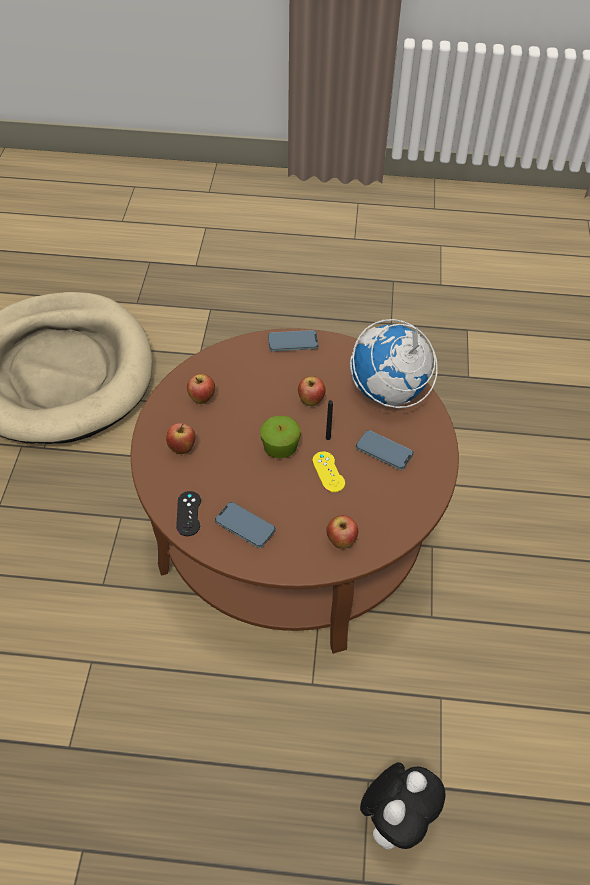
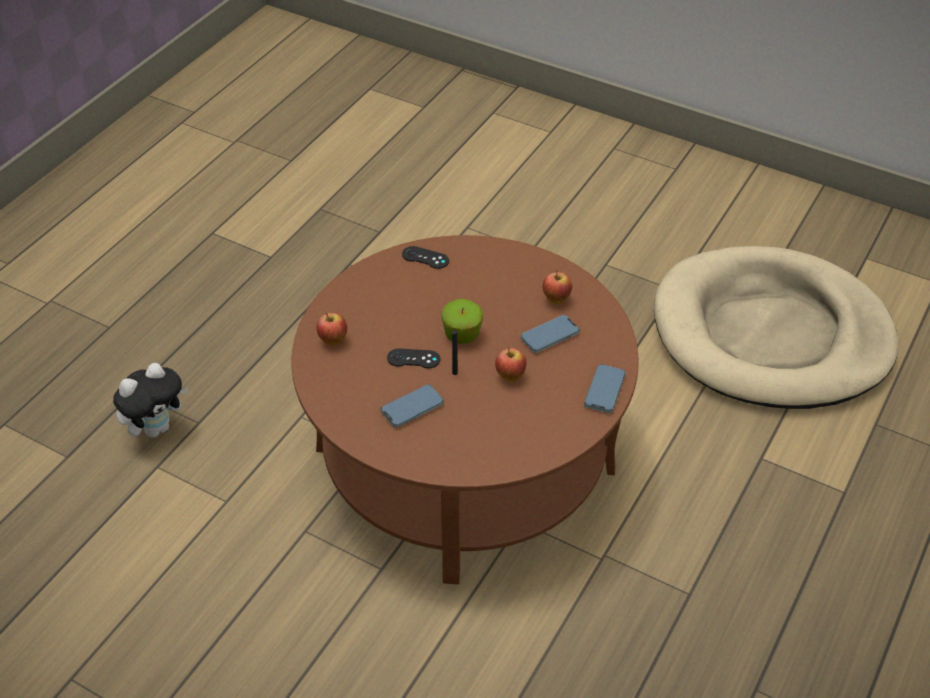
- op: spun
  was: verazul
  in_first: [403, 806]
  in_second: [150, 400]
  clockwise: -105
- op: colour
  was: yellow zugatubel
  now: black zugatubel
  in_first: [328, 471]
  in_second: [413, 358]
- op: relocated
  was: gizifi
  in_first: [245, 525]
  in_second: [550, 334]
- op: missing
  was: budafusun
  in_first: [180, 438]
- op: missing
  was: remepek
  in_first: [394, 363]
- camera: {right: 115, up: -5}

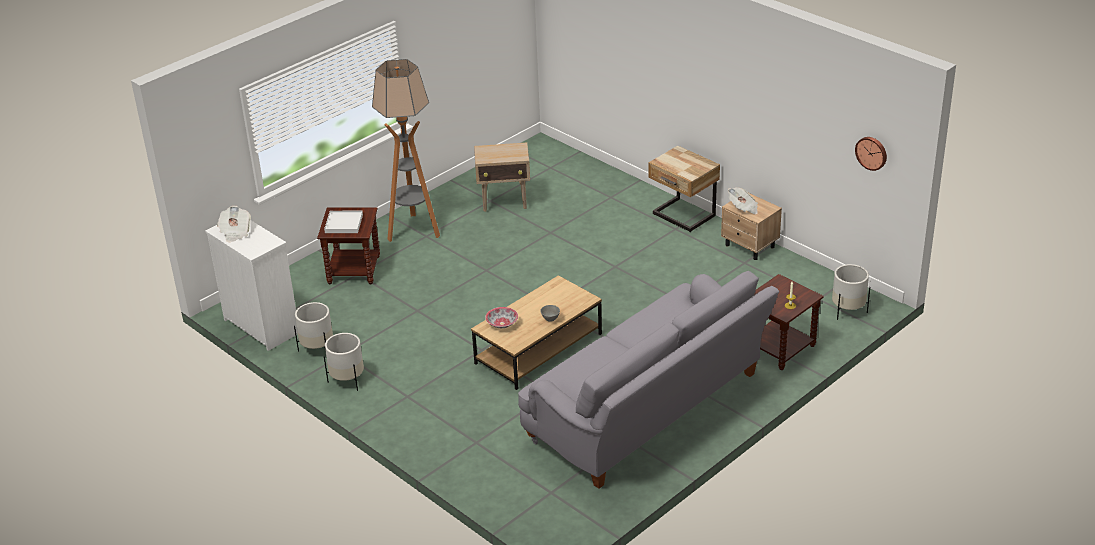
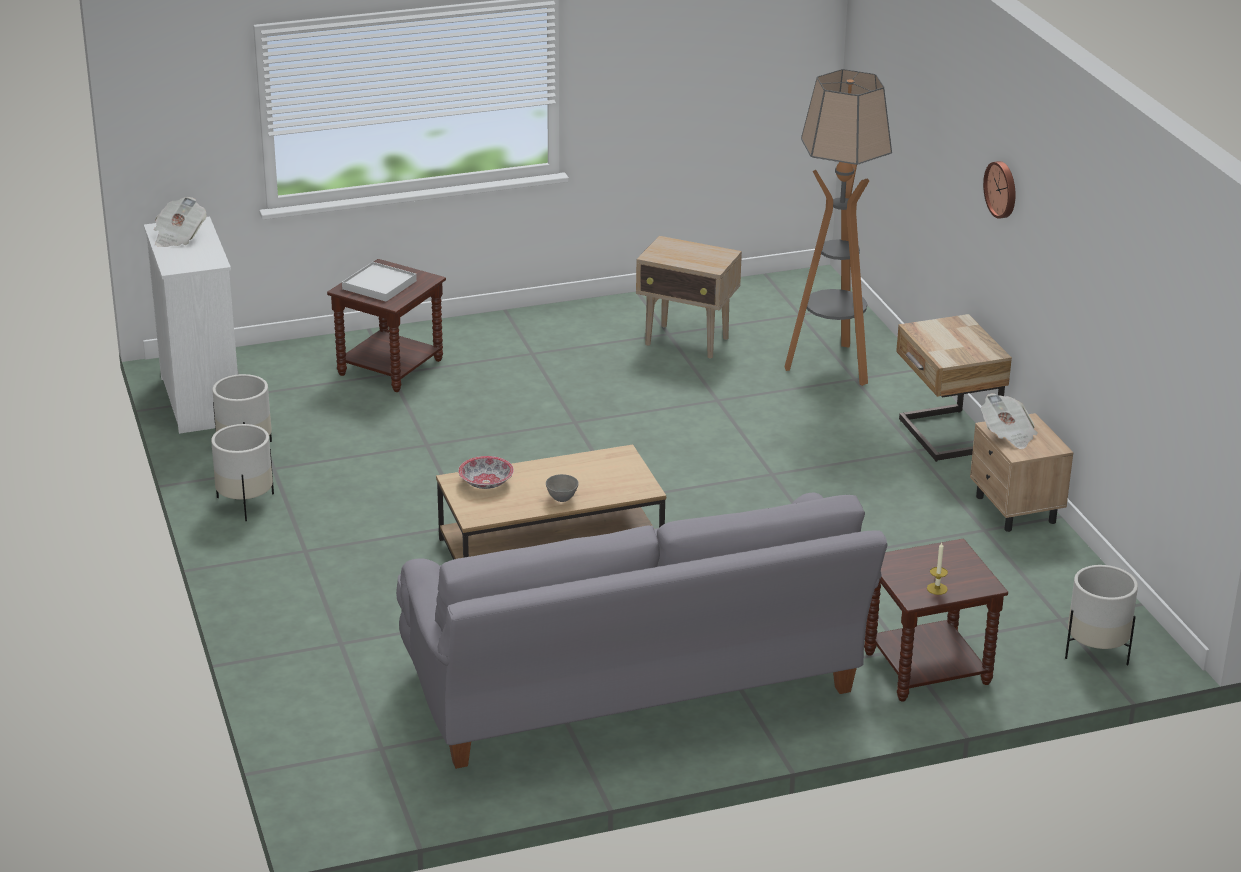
- op: relocated
  was: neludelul
  in_first: [406, 150]
  in_second: [838, 227]
- op: relocated
  was: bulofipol
  in_first: [871, 154]
  in_second: [999, 190]
- camera: {right: 25, up: -5}

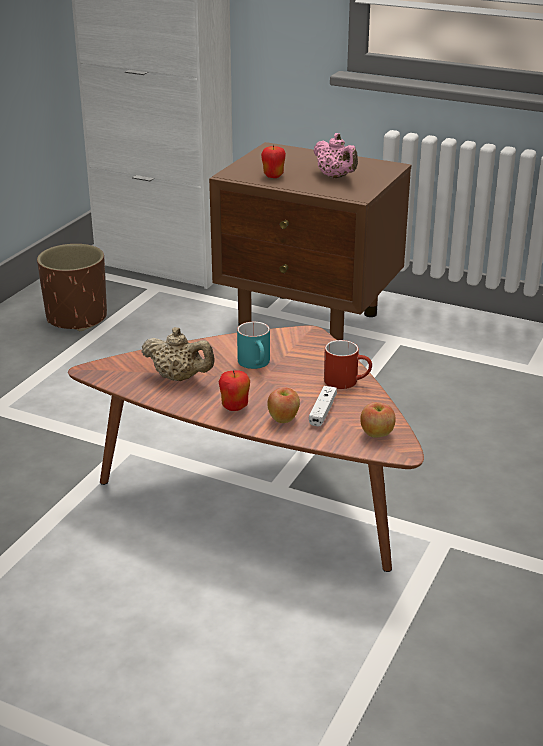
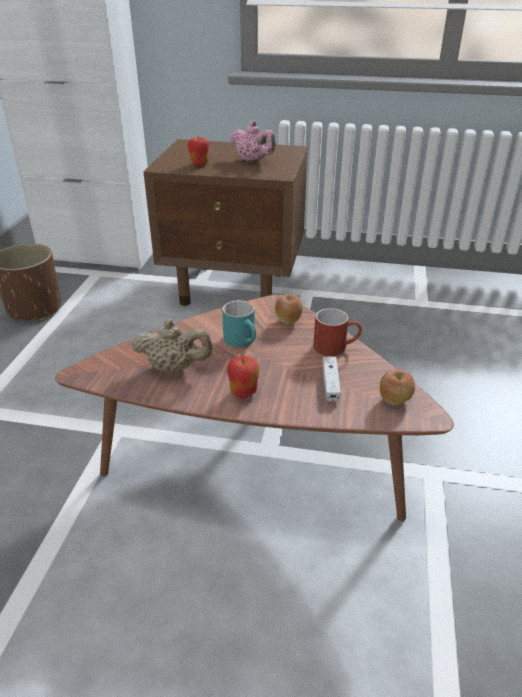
- op: relocated
  was: budafusun
  in_first: [283, 405]
  in_second: [289, 309]
- camera: {right: -15, up: 5}

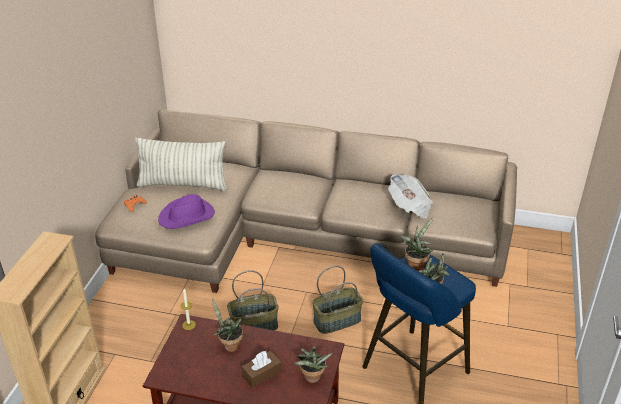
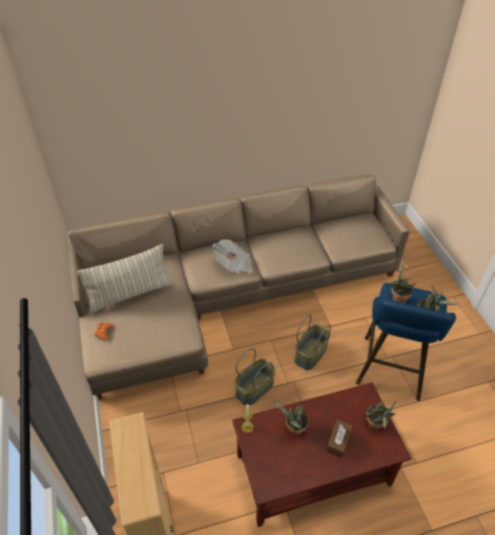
- op: relocated
  was: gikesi
  in_first: [410, 196]
  in_second: [232, 256]
- op: missing
  was: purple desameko
  in_first: [186, 211]
- camera: {right: -30, up: 10}

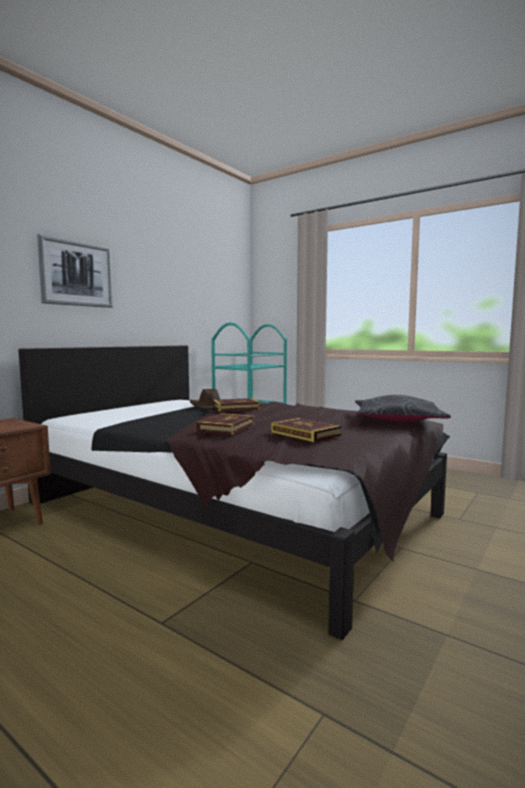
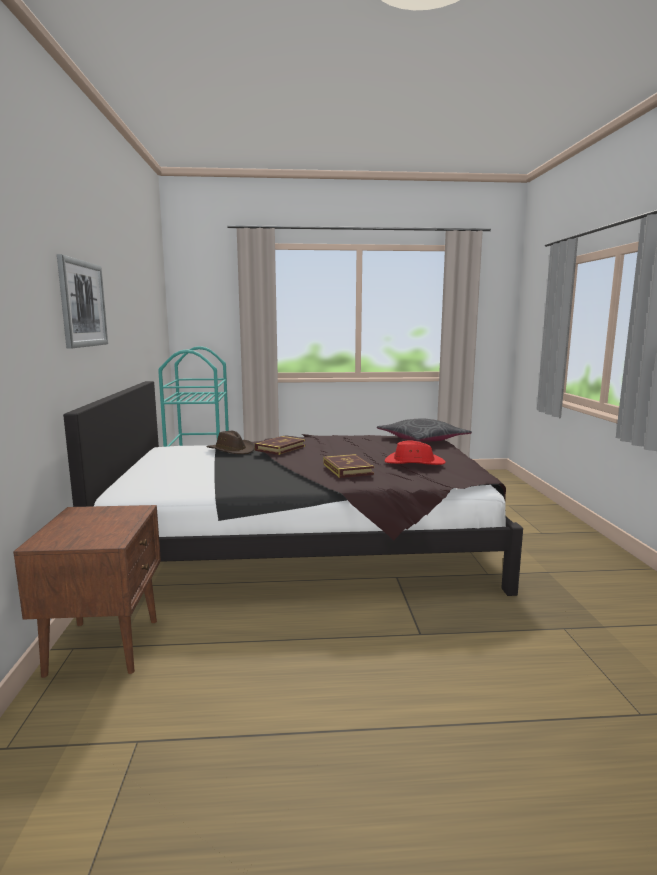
- op: exchanged
  was: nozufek
  now: red desameko
  in_first: [306, 430]
  in_second: [415, 453]
- camera: {right: -40, up: 5}

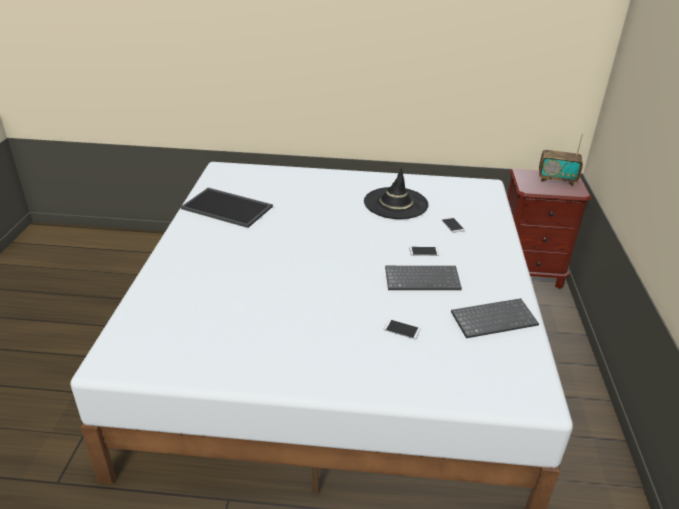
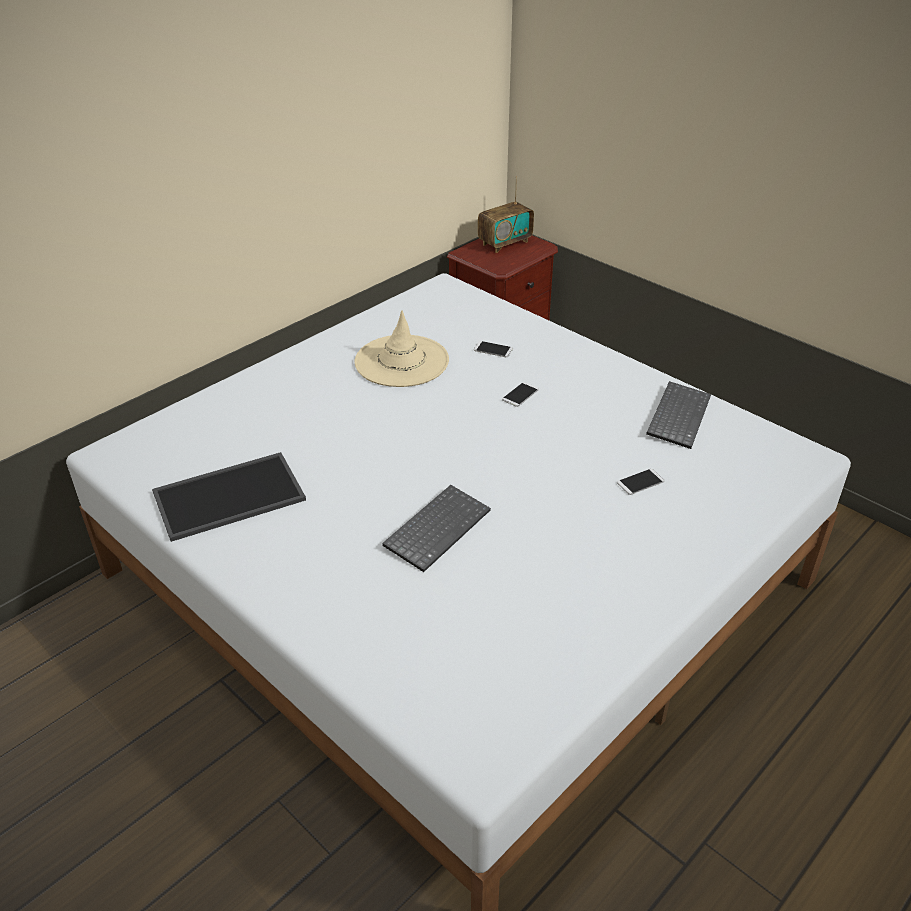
- op: colour
  was: black desameko
  now: beige desameko
  in_first: [396, 193]
  in_second: [401, 348]
- op: relocated
  was: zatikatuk
  in_first: [423, 278]
  in_second: [436, 528]
- camera: {right: -50, up: 5}

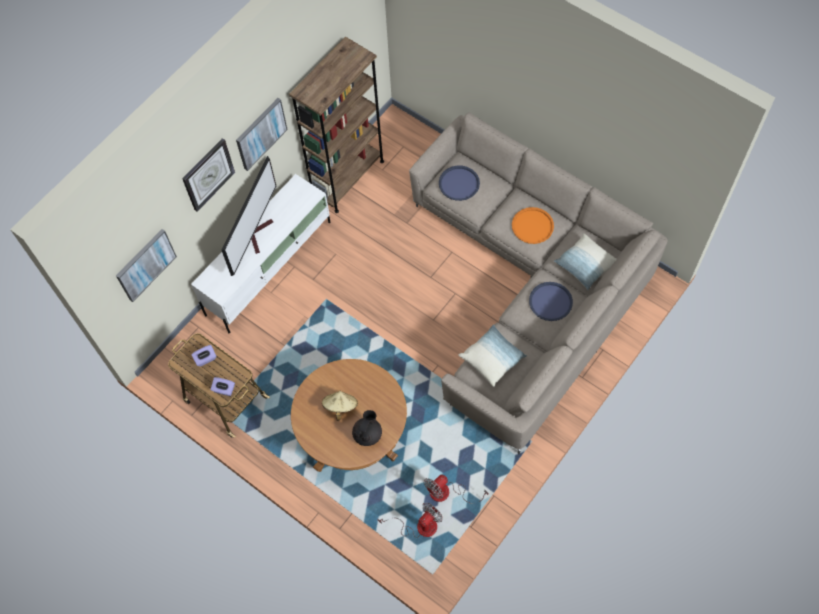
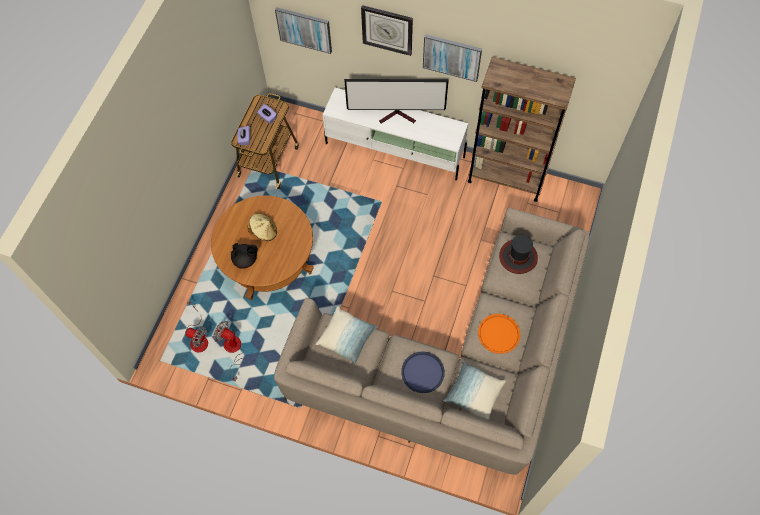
- op: exchanged
  was: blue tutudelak
  now: desameko
  in_first: [459, 183]
  in_second: [518, 254]
- camera: {right: 70, up: 0}

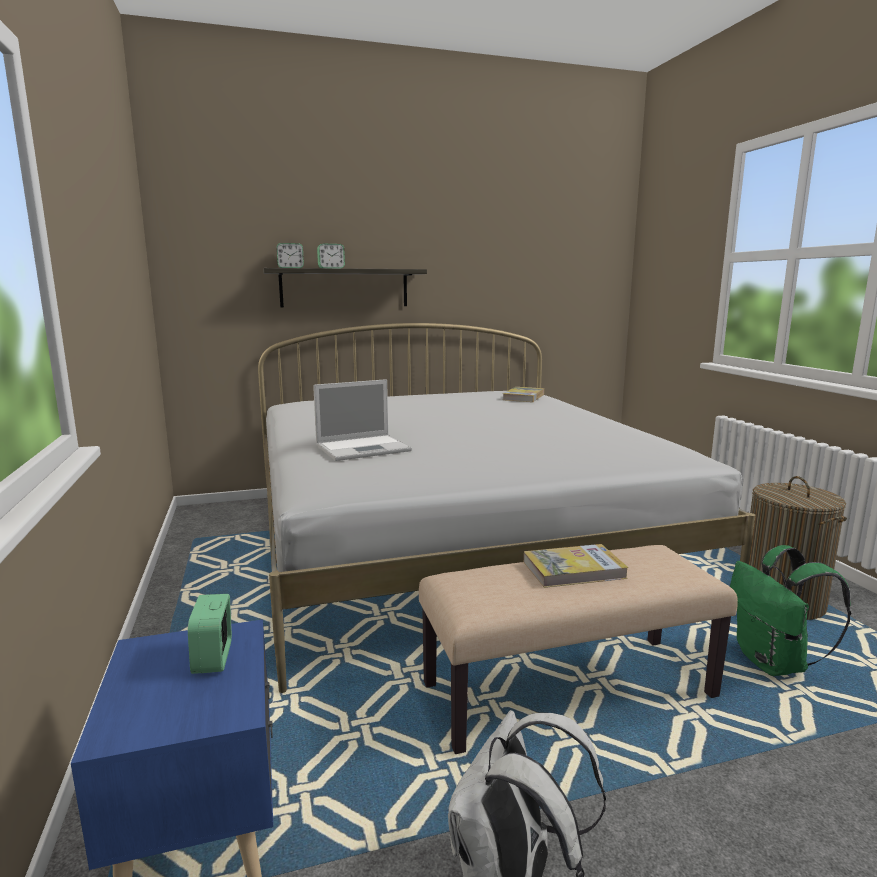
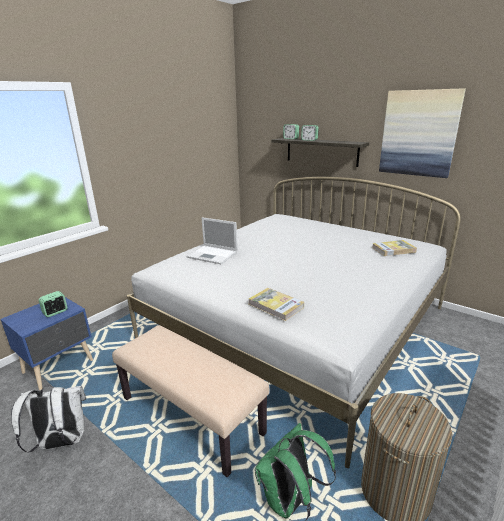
- op: relocated
  was: nozufek
  in_first: [576, 566]
  in_second: [276, 304]
- op: appeared
  now: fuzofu
  in_second: [422, 133]
- camera: {right: 55, up: 10}

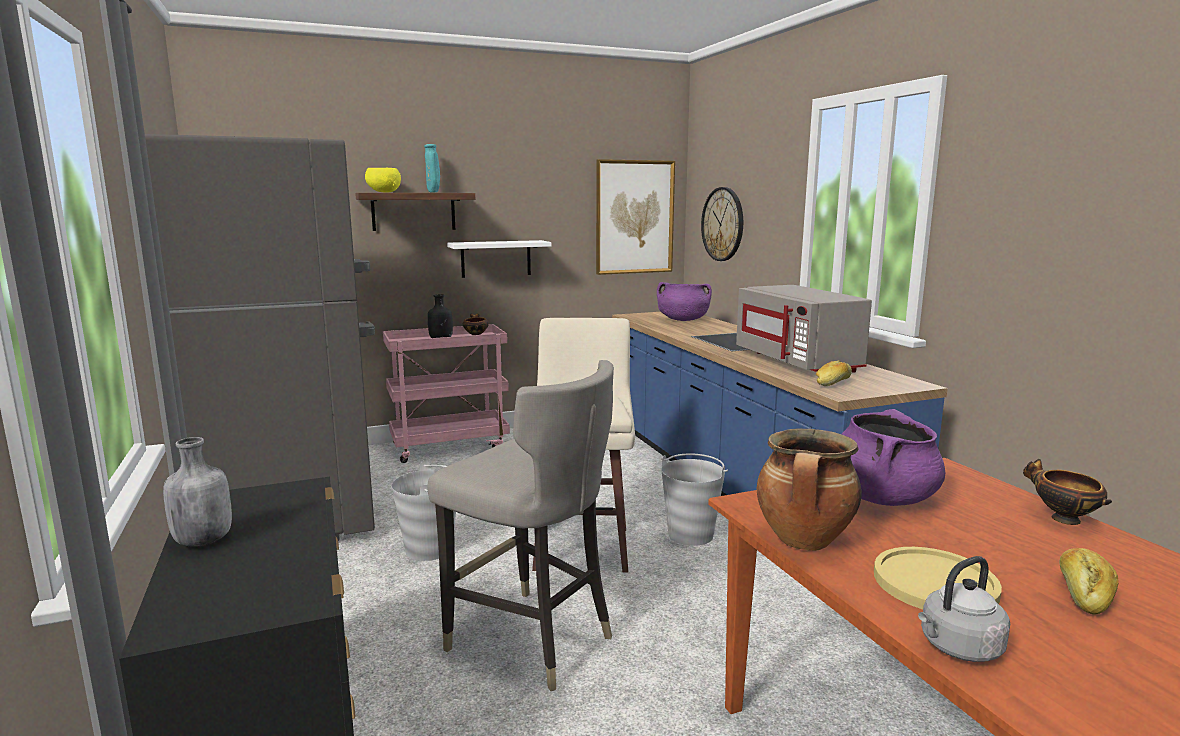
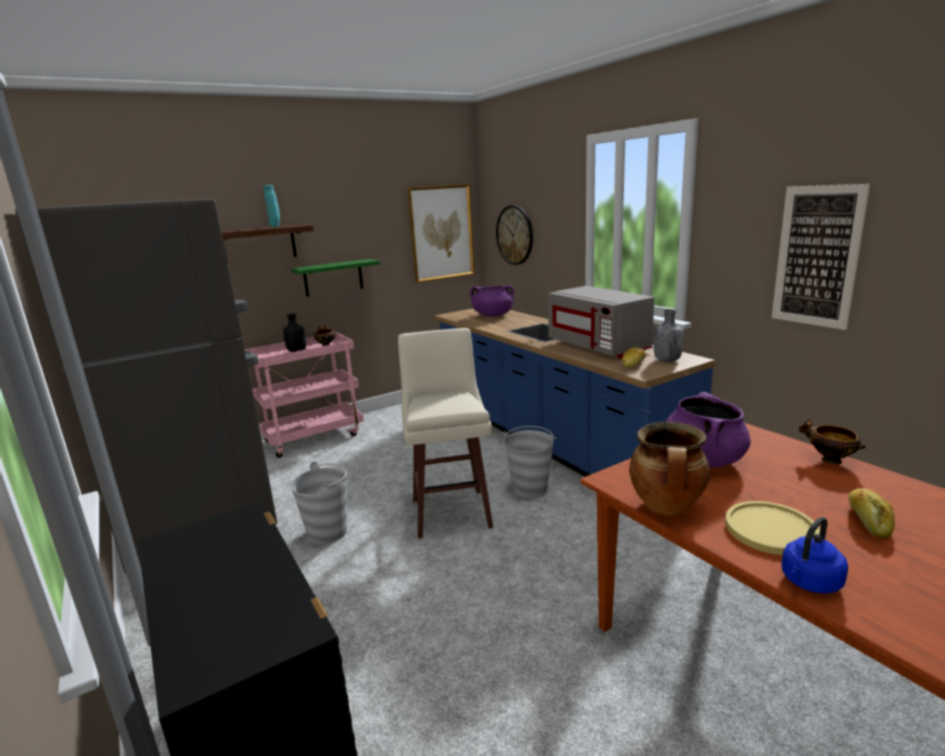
- op: colour
  was: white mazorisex
  now: green mazorisex
  in_first: [499, 259]
  in_second: [335, 278]
- op: relocated
  was: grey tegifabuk
  in_first: [197, 492]
  in_second: [668, 335]
- op: appeared
  now: fuzofu
  in_second: [821, 257]
- op: colour
  was: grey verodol
  now: blue verodol
  in_first: [964, 609]
  in_second: [814, 555]
- op: missing
  was: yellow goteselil
  in_first: [383, 180]
- op: missing
  was: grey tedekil
  in_first: [520, 525]
- camera: {right: -10, up: 5}

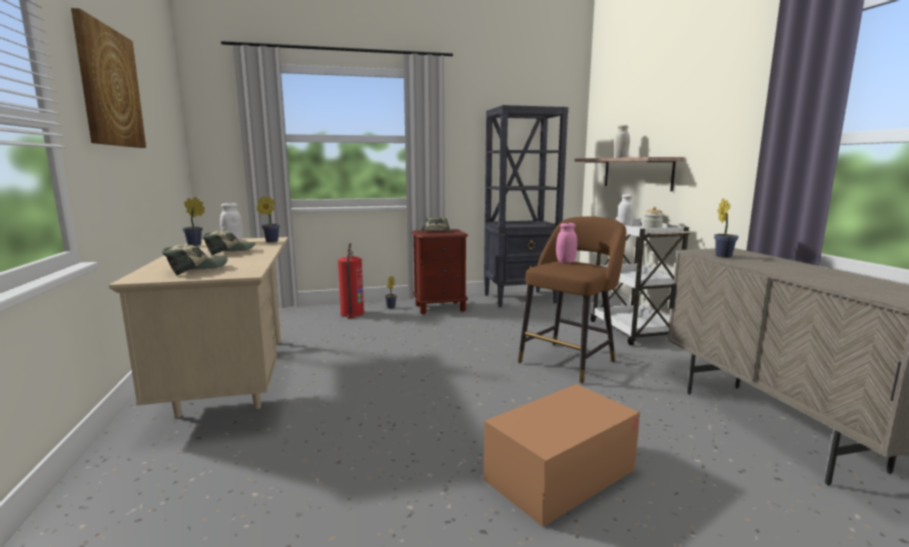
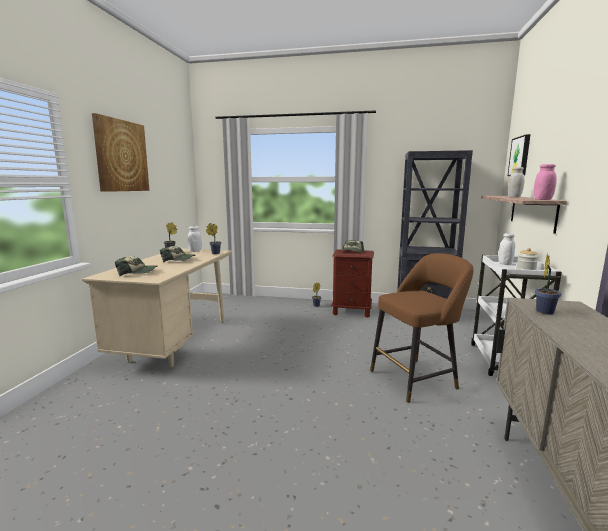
- op: appeared
  now: fuzofu
  in_second: [519, 155]
- op: relocated
  was: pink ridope
  in_first: [566, 243]
  in_second: [545, 182]
- op: missing
  was: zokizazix
  in_first: [351, 280]
- op: missing
  was: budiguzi
  in_first: [561, 455]
- camera: {right: 25, up: 0}

